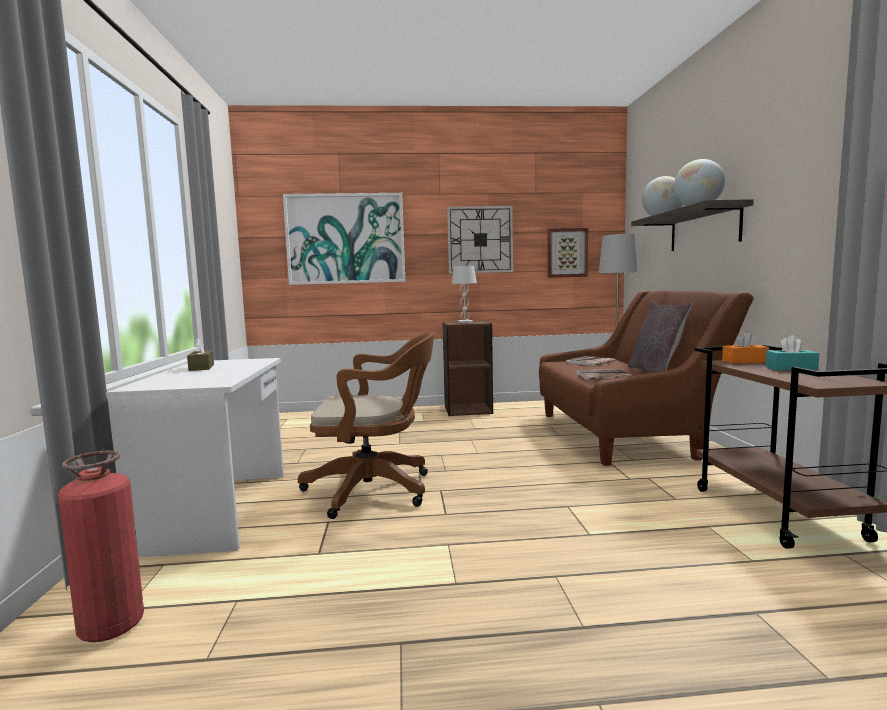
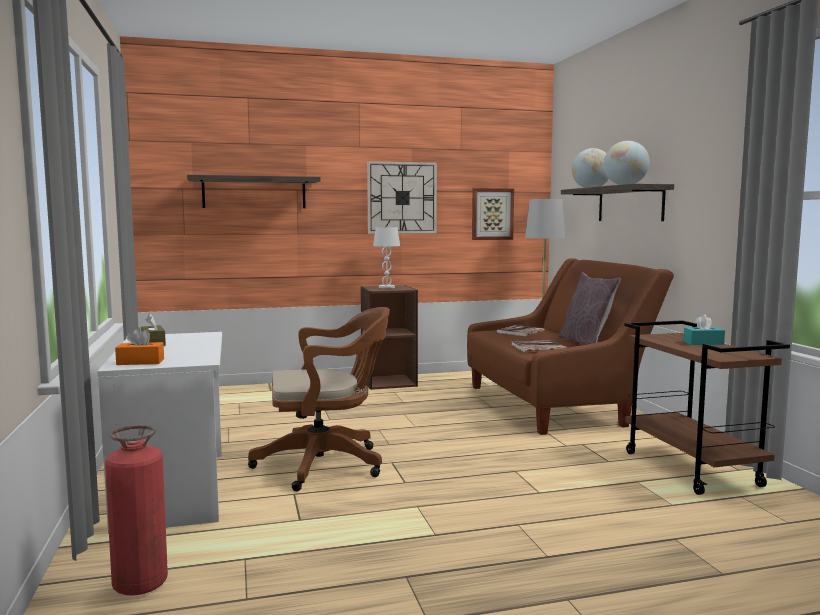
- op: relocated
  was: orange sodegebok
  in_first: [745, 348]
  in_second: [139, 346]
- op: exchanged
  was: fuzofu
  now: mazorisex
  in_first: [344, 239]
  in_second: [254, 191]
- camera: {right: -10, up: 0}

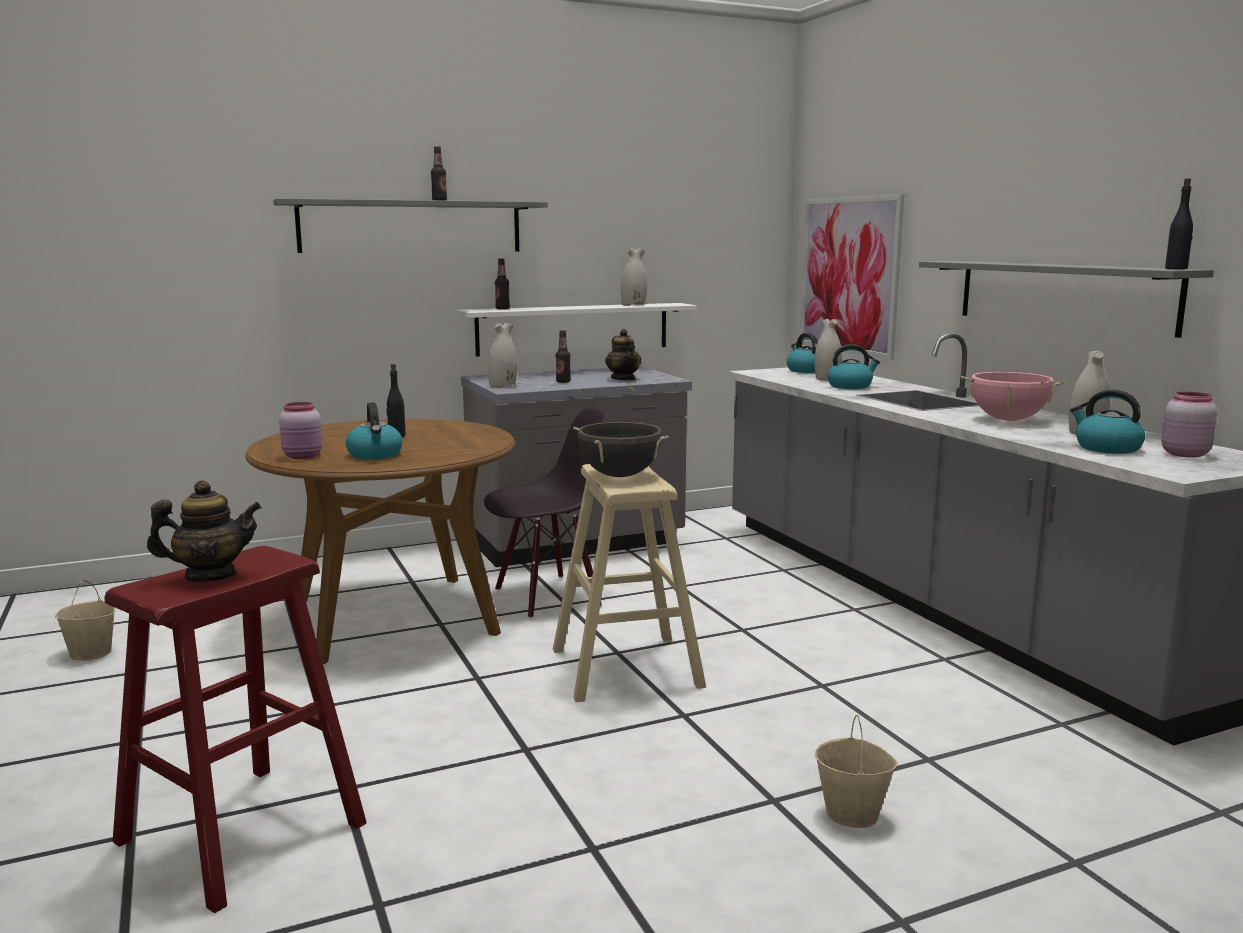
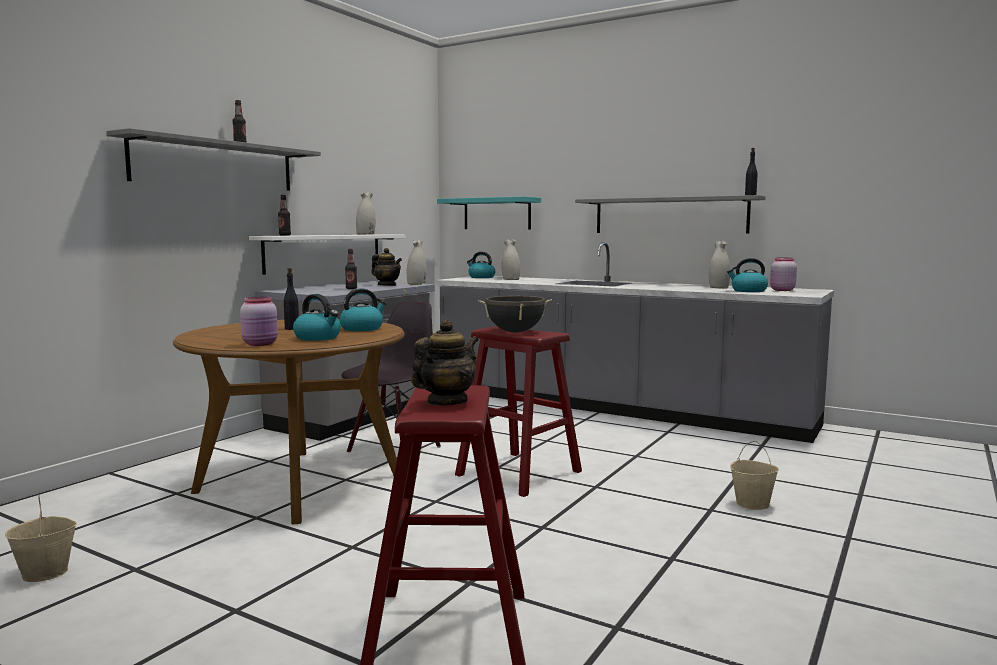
- op: relocated
  was: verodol
  in_first: [853, 366]
  in_second: [363, 309]
- op: relocated
  was: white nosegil
  in_first: [502, 355]
  in_second: [417, 262]
- op: exchanged
  was: fuzofu
  now: turquoise mazorisex
  in_first: [852, 277]
  in_second: [489, 213]
- op: colour
  was: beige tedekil
  now: red tedekil
  in_first: [629, 583]
  in_second: [518, 411]
- op: missing
  was: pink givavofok
  in_first: [1013, 396]
- camera: {right: -35, up: -5}

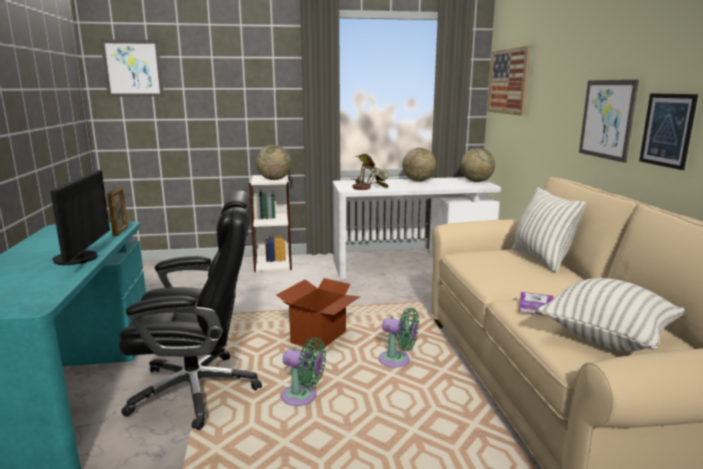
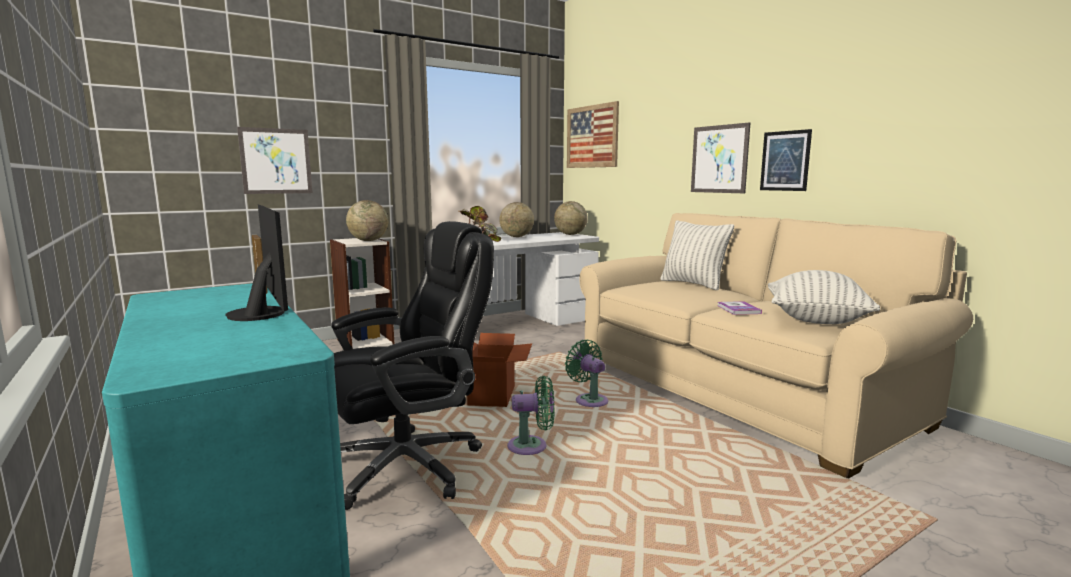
- op: relocated
  was: fuzofu
  in_first: [132, 68]
  in_second: [275, 160]
- op: spun
  was: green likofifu
  in_first: [398, 337]
  in_second: [587, 373]
  clockwise: -120
- camera: {right: -25, up: -5}

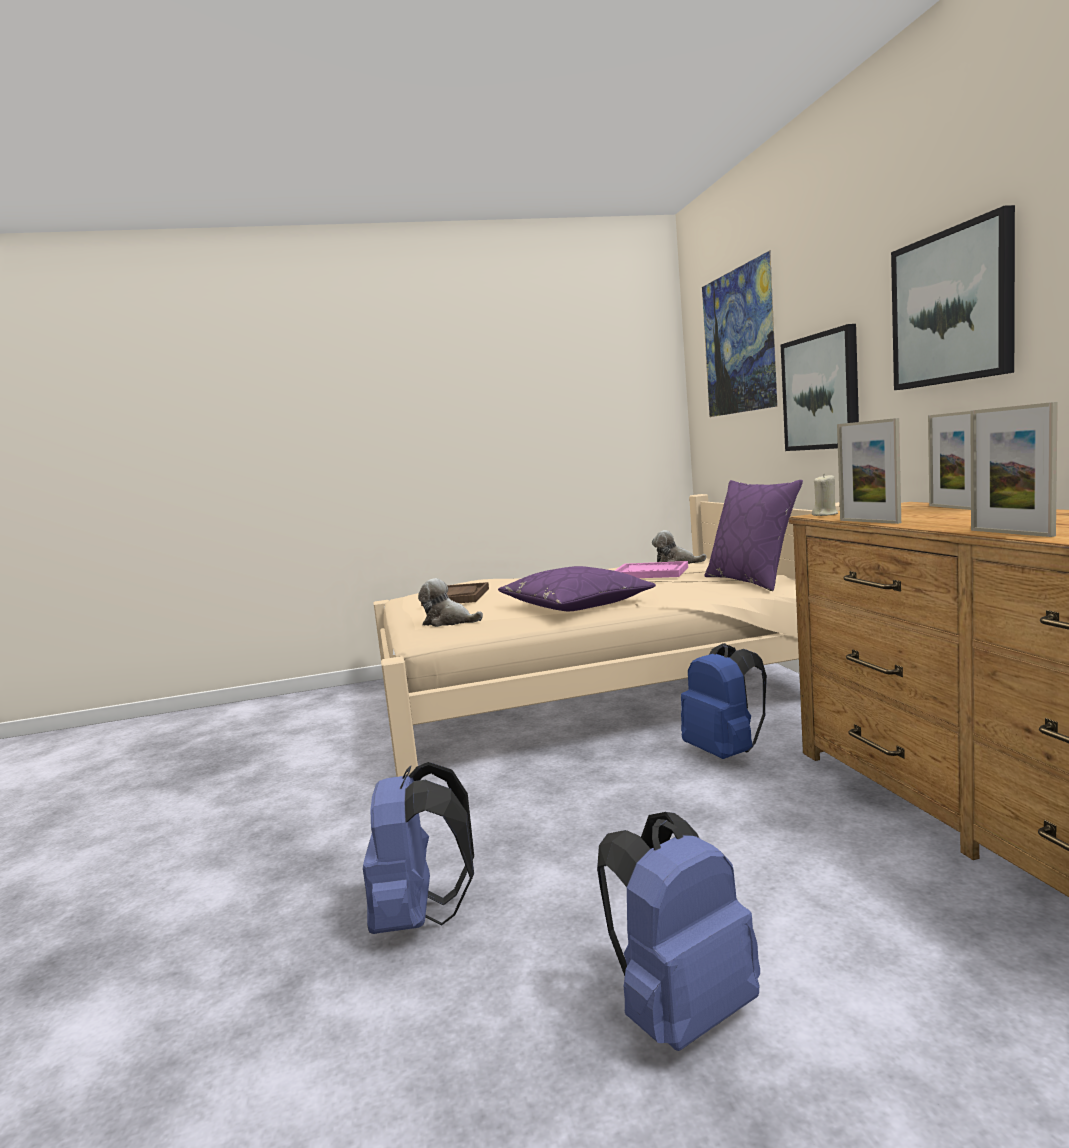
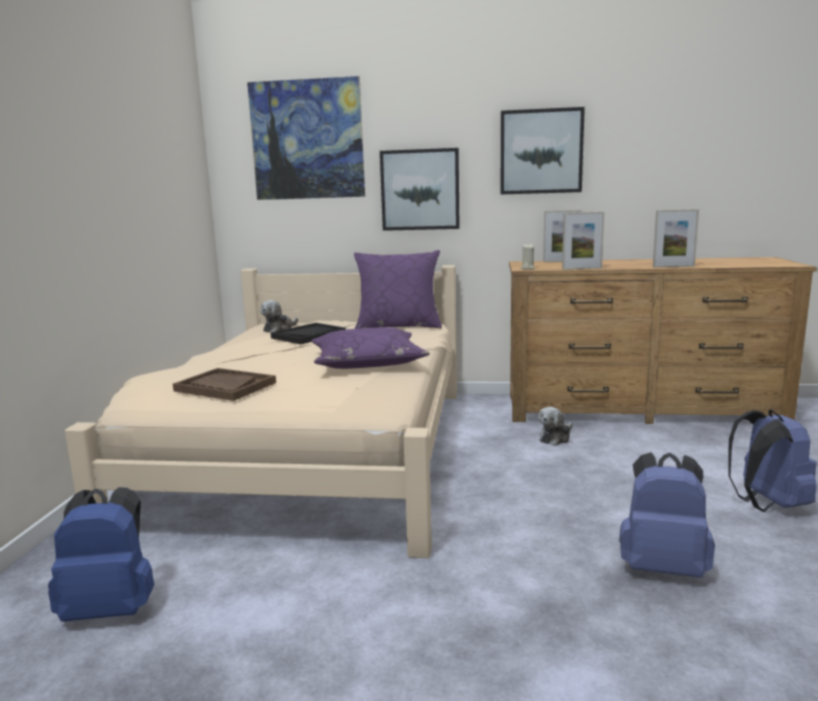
- op: relocated
  was: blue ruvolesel
  in_first: [724, 701]
  in_second: [101, 554]
- op: colour
  was: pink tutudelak
  now: black tutudelak
  in_first: [651, 569]
  in_second: [308, 334]
- op: relocated
  was: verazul
  in_first: [450, 602]
  in_second: [555, 426]
- camera: {right: -70, up: 5}

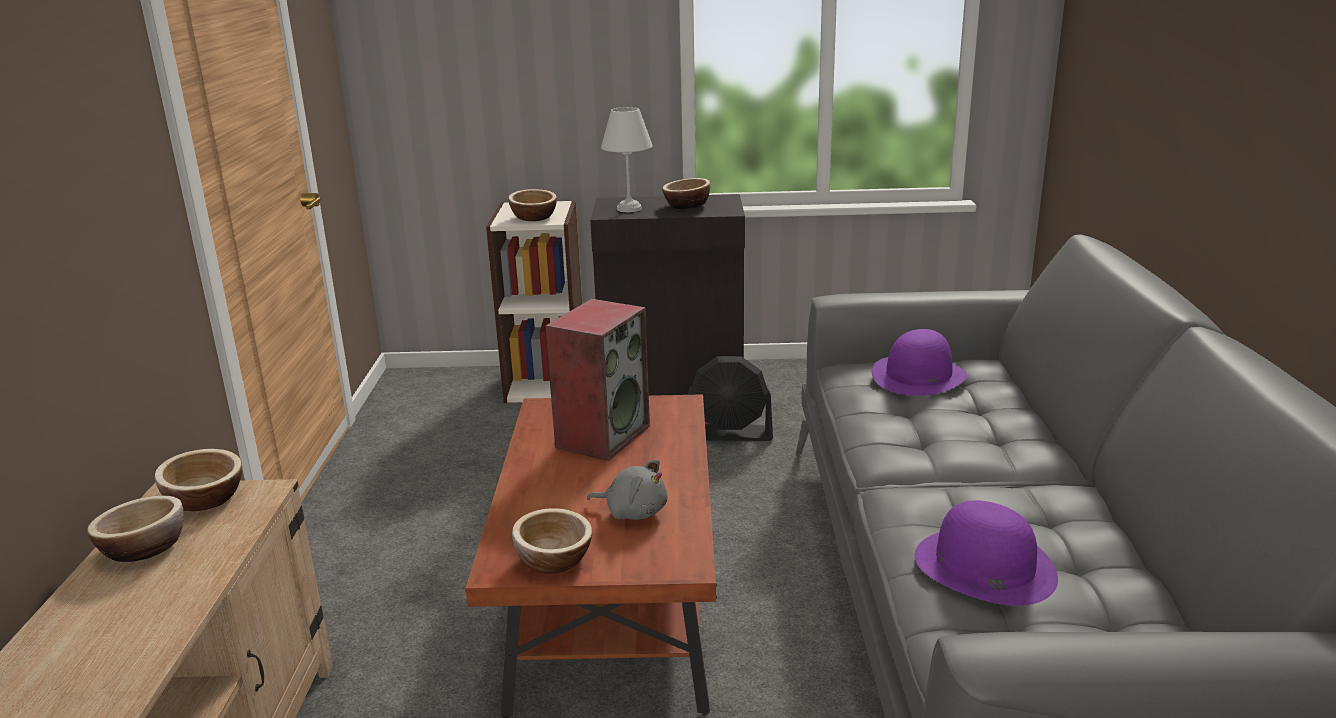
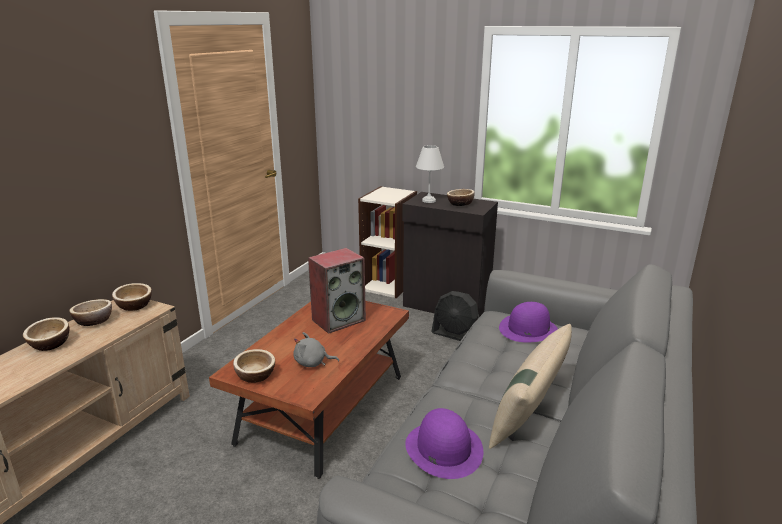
- op: relocated
  was: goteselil
  in_first: [532, 205]
  in_second: [46, 334]
- op: spun
  was: grey verazul
  in_first: [627, 490]
  in_second: [316, 349]
  clockwise: 135
- op: appeared
  now: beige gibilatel
  in_second: [530, 386]
- camera: {right: 25, up: 0}

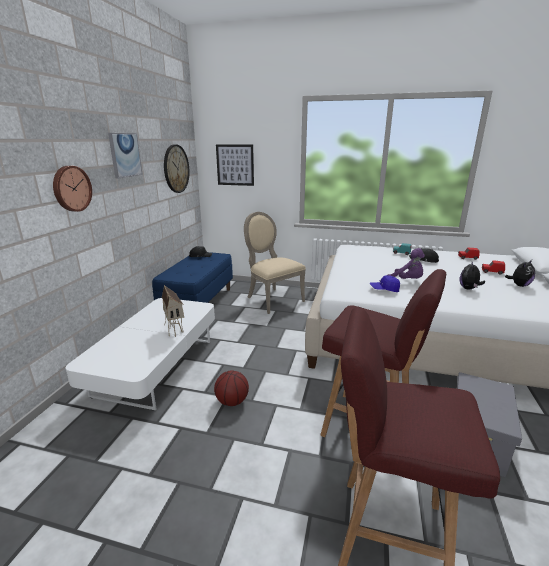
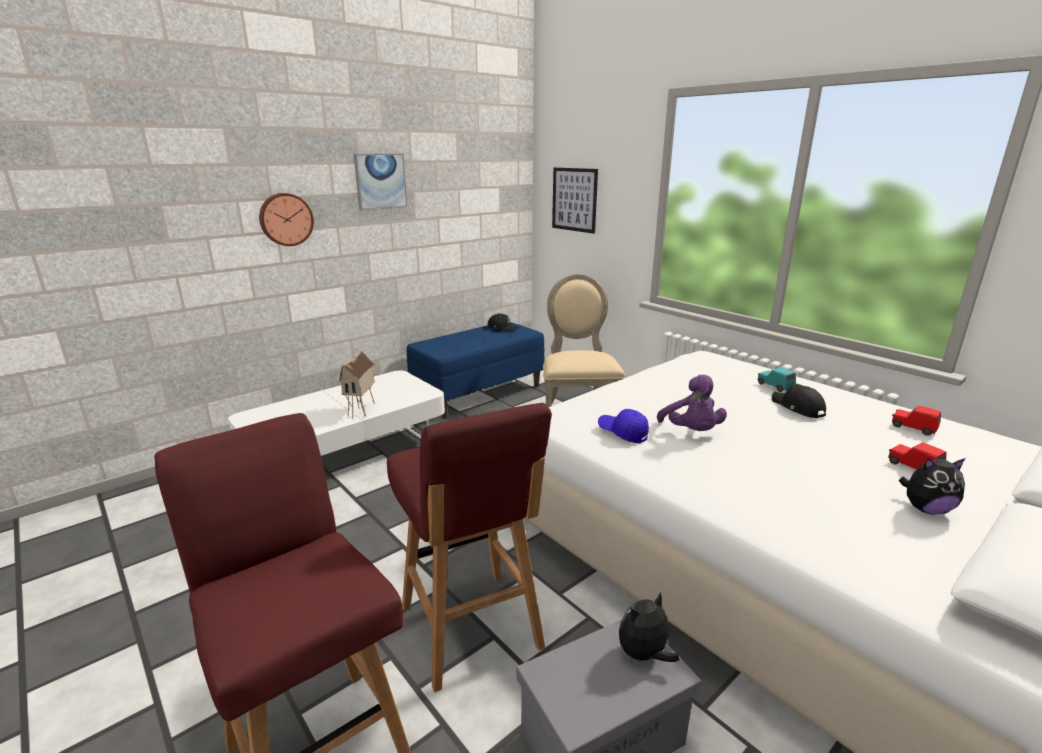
- op: relocated
  was: verazul
  in_first: [472, 276]
  in_second: [649, 627]
- op: missing
  was: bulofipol
  in_first: [177, 168]
- op: missing
  was: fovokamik
  in_first: [231, 388]
- camera: {right: 35, up: 0}

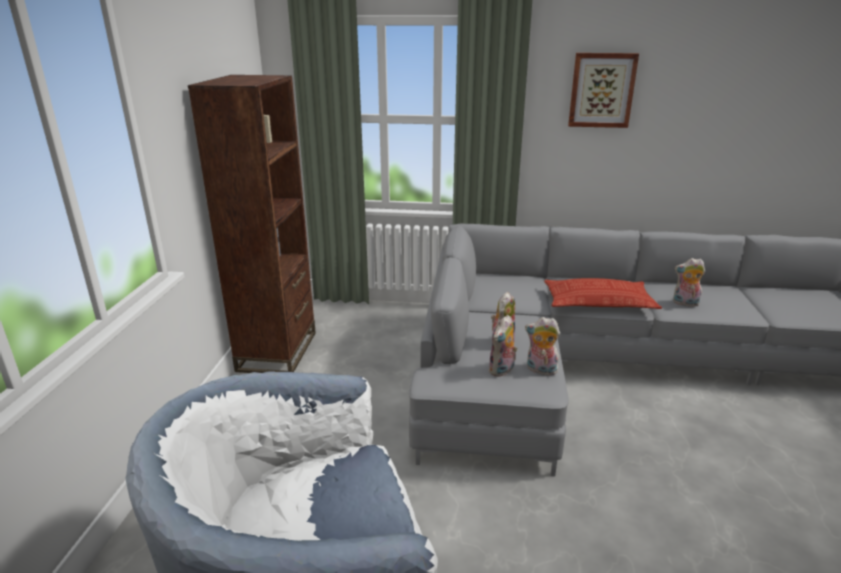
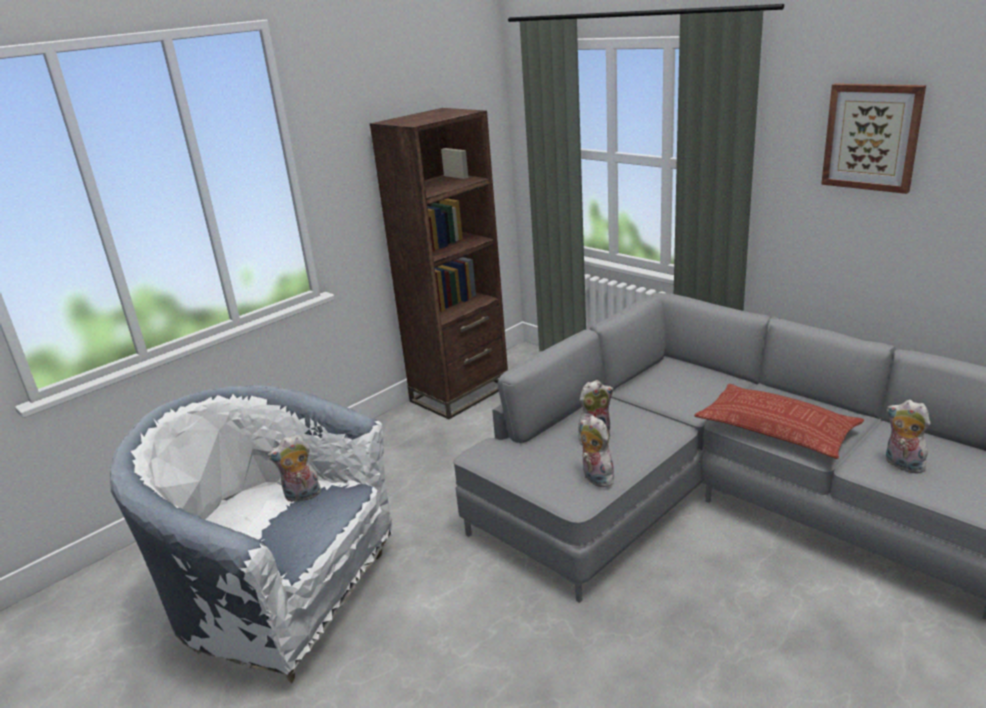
- op: relocated
  was: verazul
  in_first: [503, 346]
  in_second: [294, 468]
- camera: {right: 40, up: 0}

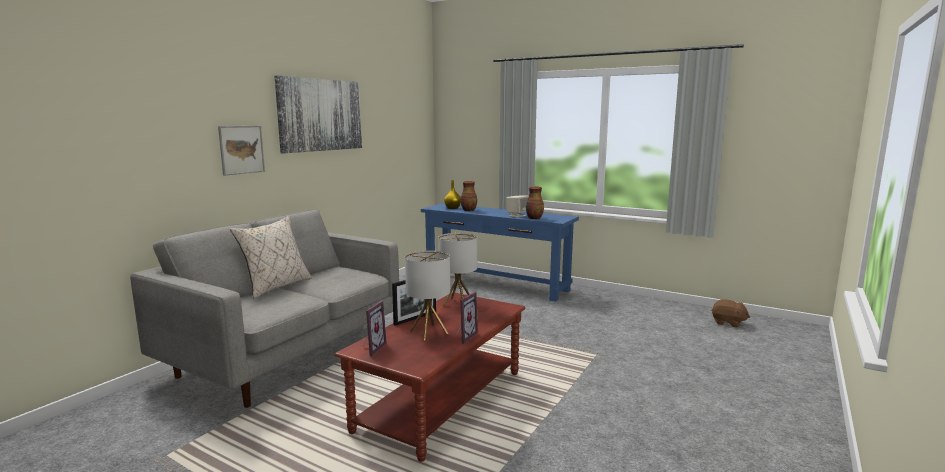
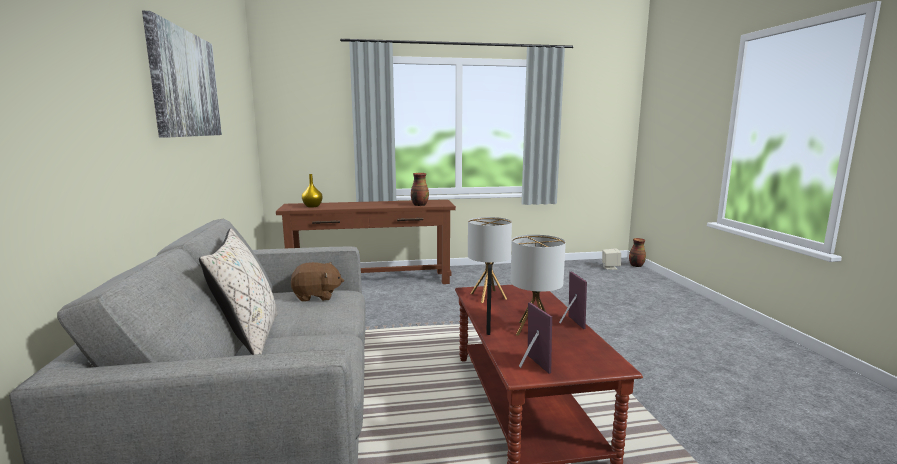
- op: colour
  was: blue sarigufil
  now: brown sarigufil
  in_first: [500, 252]
  in_second: [366, 242]
- op: relocated
  was: brown verazul
  in_first: [730, 313]
  in_second: [317, 282]
- op: relocated
  was: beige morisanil
  in_first: [517, 207]
  in_second: [611, 259]
- op: relocated
  was: nosegil
  in_first: [469, 196]
  in_second: [637, 252]
- op: missing
  was: fuzofu
  in_first: [241, 151]
- camera: {right: -40, up: 0}

